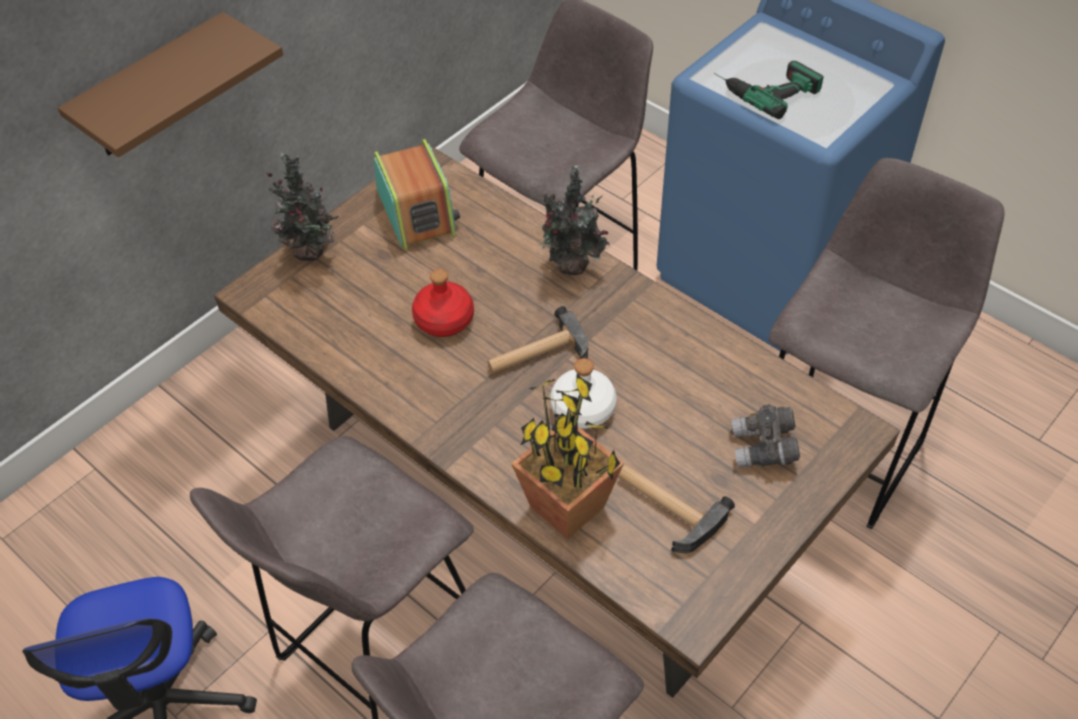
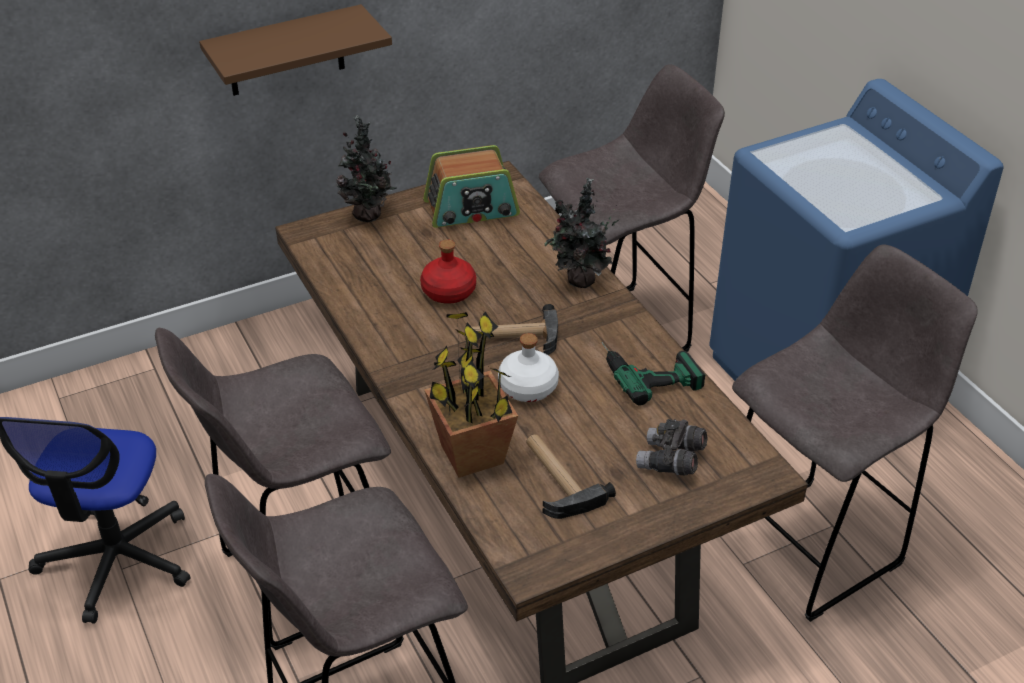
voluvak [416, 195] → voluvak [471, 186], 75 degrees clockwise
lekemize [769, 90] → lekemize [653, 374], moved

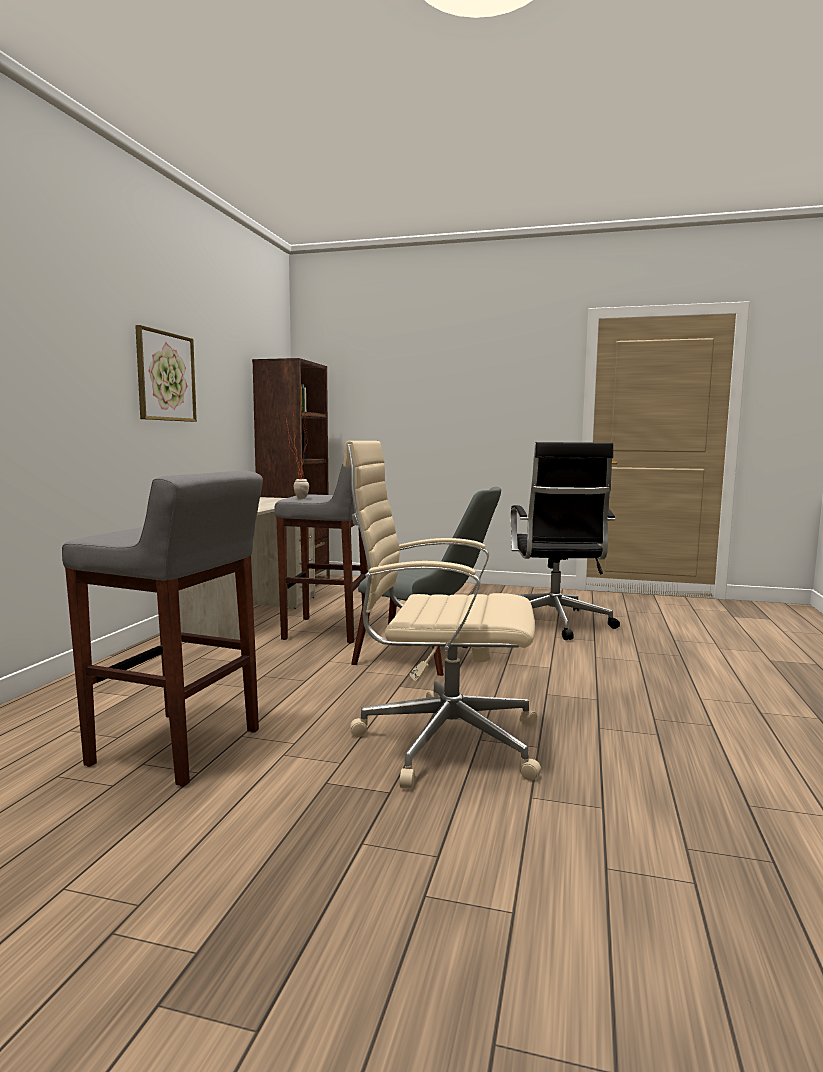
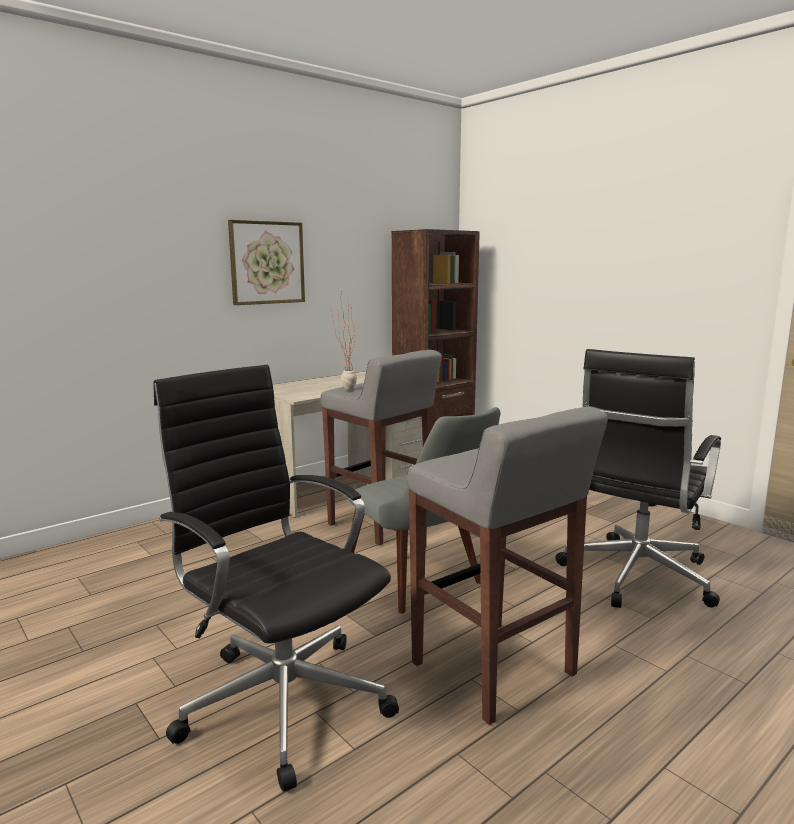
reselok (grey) [162, 628] → reselok (grey) [507, 566], moved
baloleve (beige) [442, 615] → baloleve (black) [276, 578]

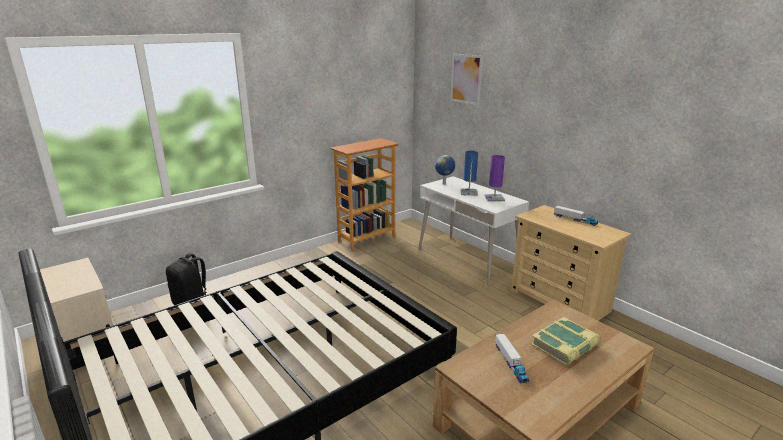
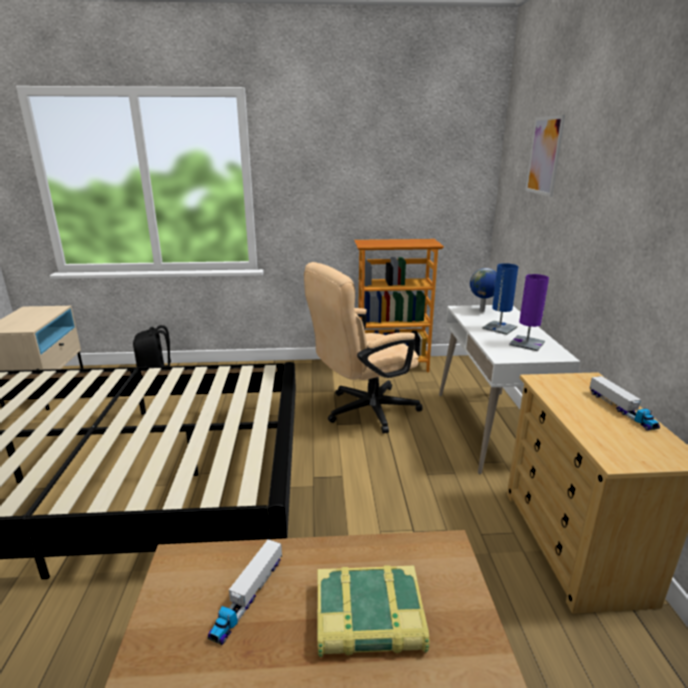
- → baloleve (beige) [363, 347]

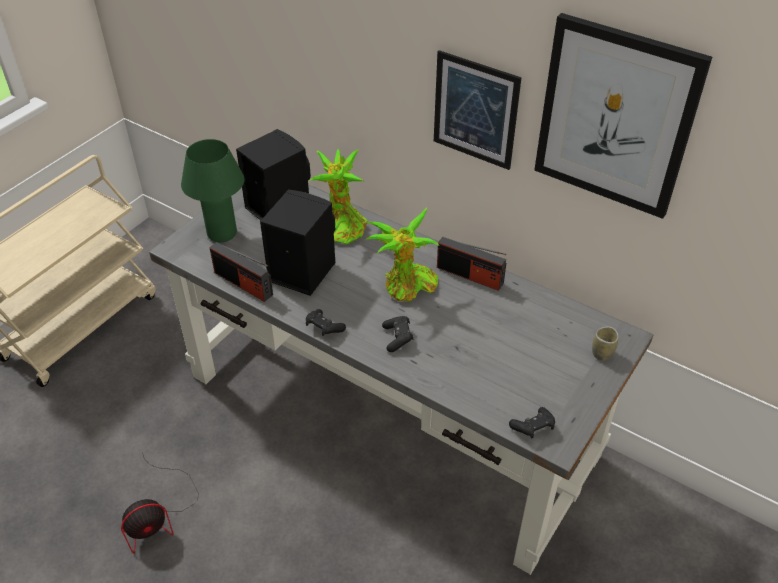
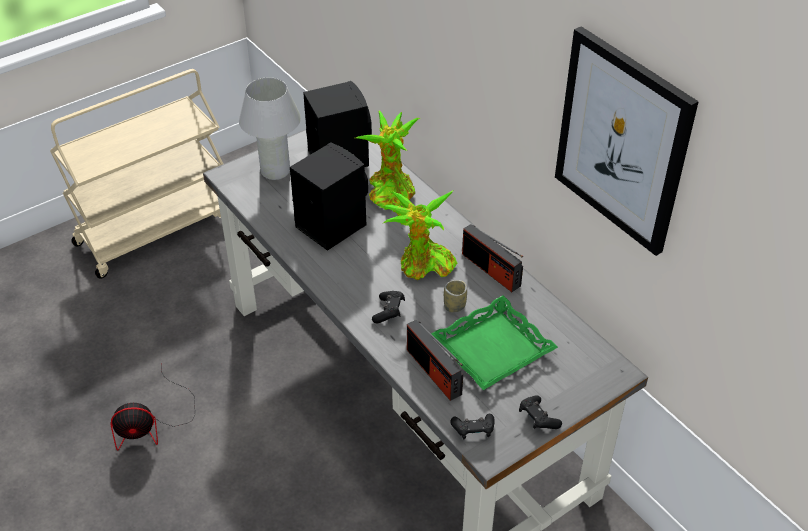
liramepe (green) [212, 190] → liramepe (white) [270, 128]
voluvak [241, 272] → voluvak [435, 360], moved
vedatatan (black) [326, 322] → vedatatan (black) [540, 412], moved
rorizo [478, 110] → -
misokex [605, 344] → misokex [455, 296], moved
- → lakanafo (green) [494, 342]

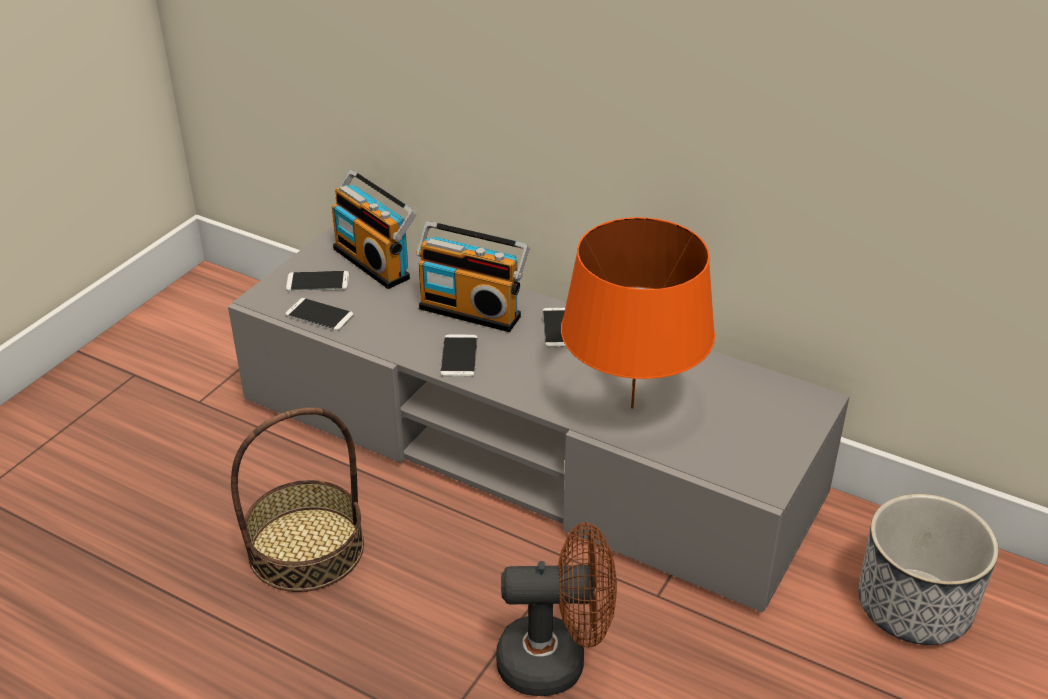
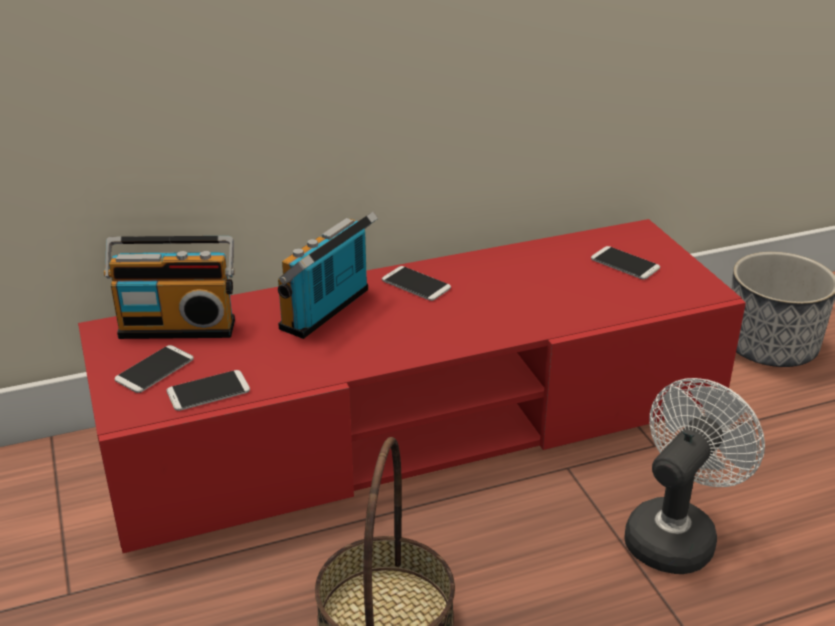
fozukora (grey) [539, 419] → fozukora (red) [412, 386]
voluvak [472, 276] → voluvak [328, 275], 150 degrees clockwise
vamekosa [459, 355] → vamekosa [625, 262], moved
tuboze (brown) [556, 609] → tuboze (white) [694, 476]
liramepe (orange) [638, 313] → -

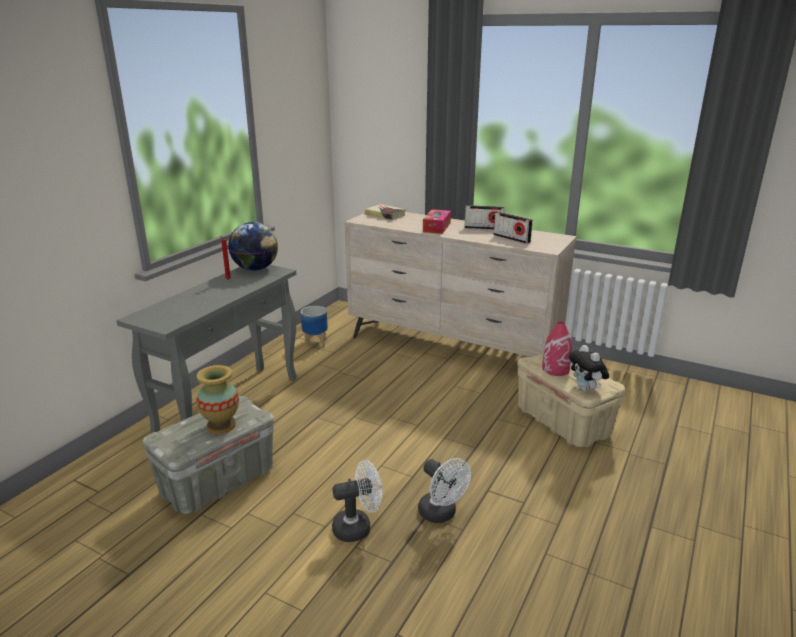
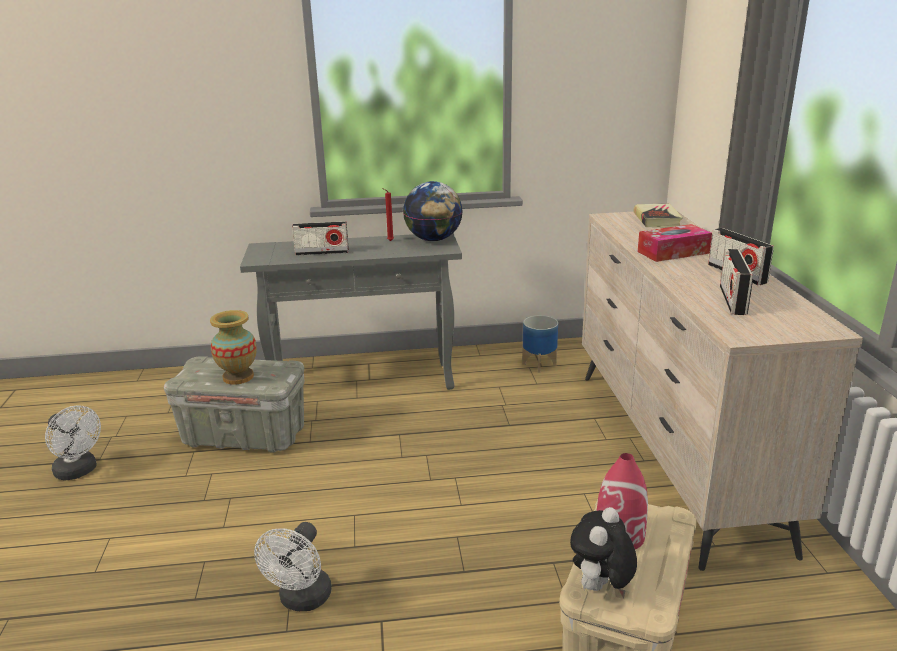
tuboze (white) [357, 501] → tuboze (white) [73, 443], moved
- → voluvak [320, 238]

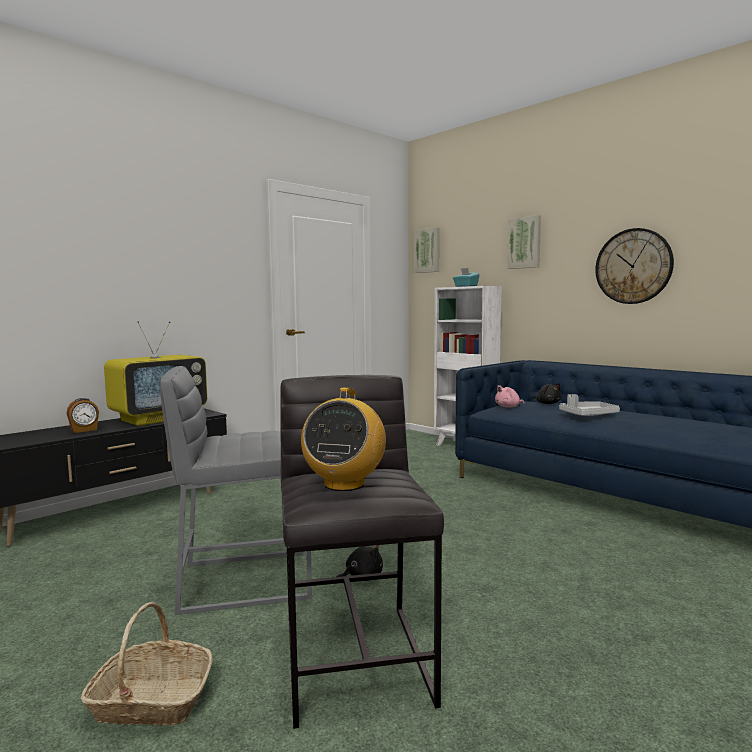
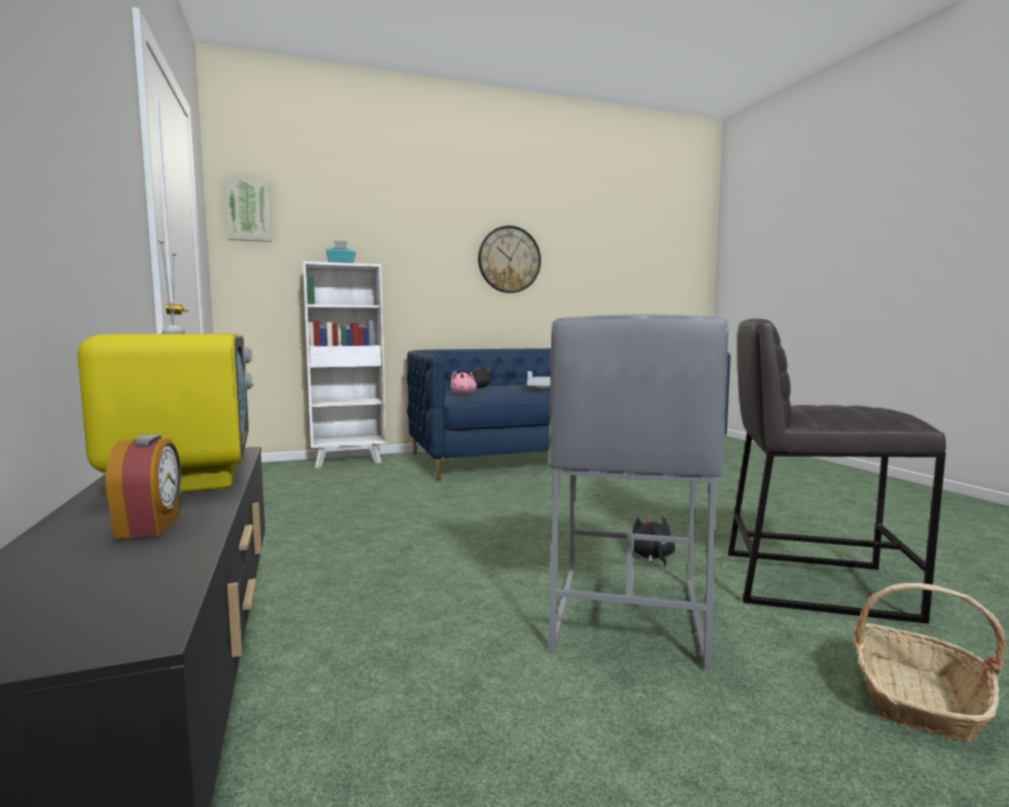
voluvak [343, 439] → -
rorizo [524, 242] → -

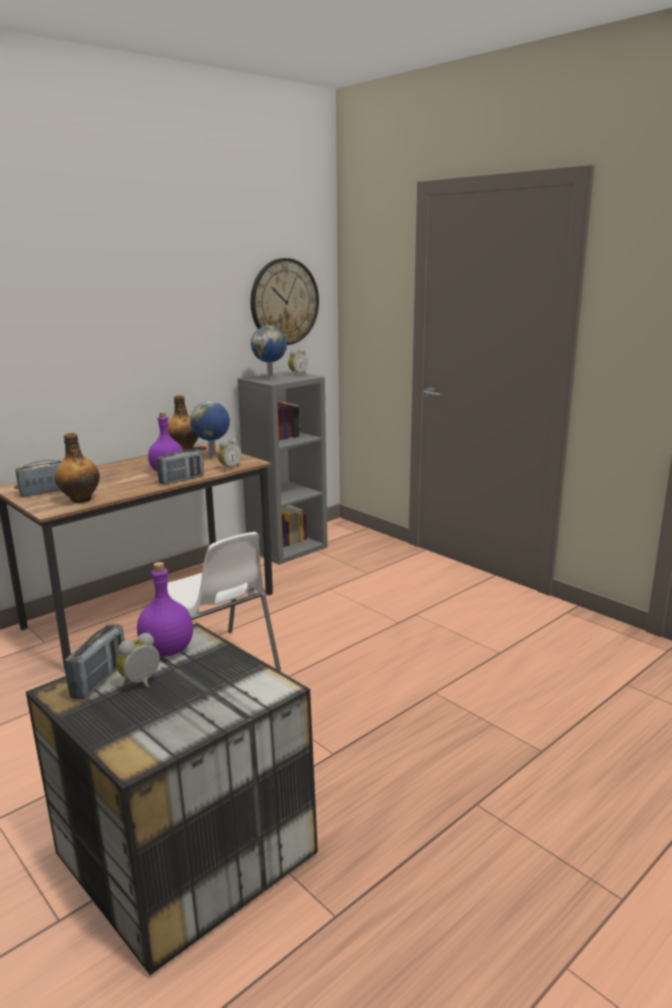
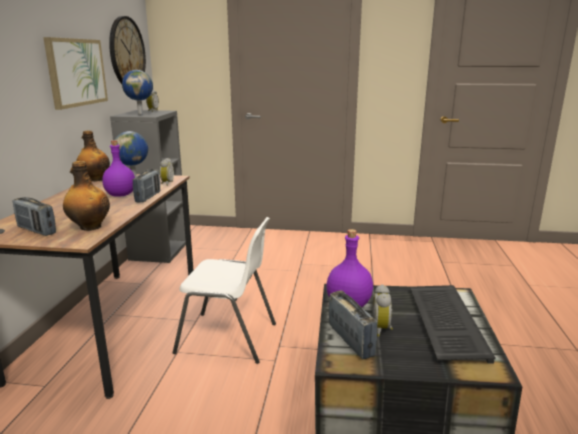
voluvak [39, 478] → voluvak [34, 216], 75 degrees counterclockwise
- → rorizo [75, 73]
- → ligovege [453, 324]

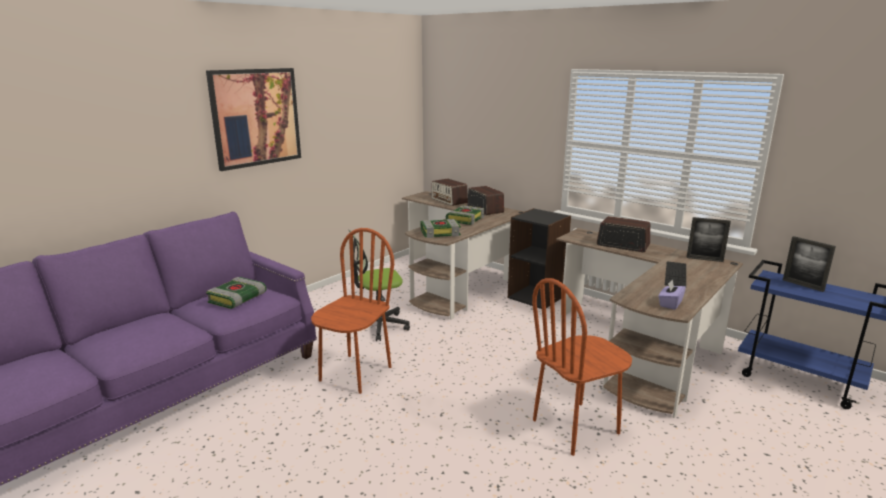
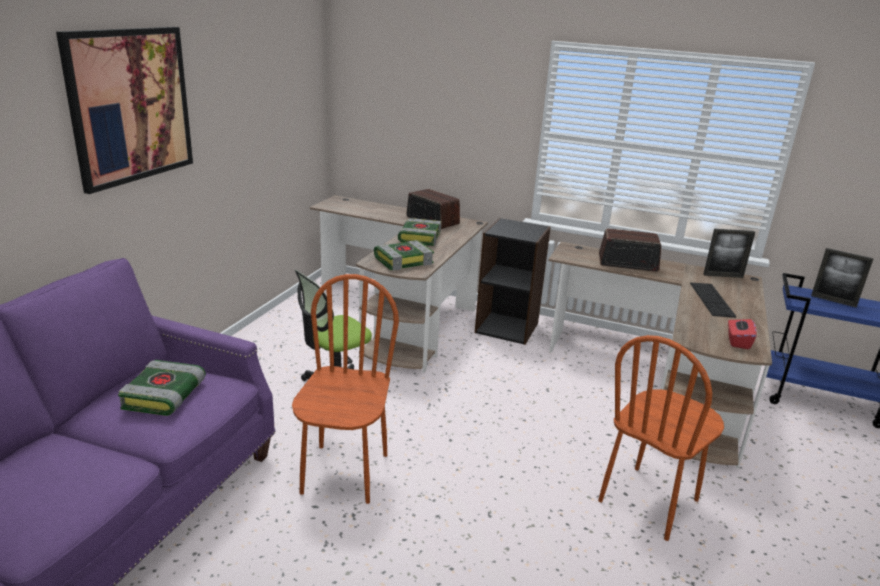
voluvak [449, 192] → -
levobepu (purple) [672, 294] → levobepu (red) [742, 334]

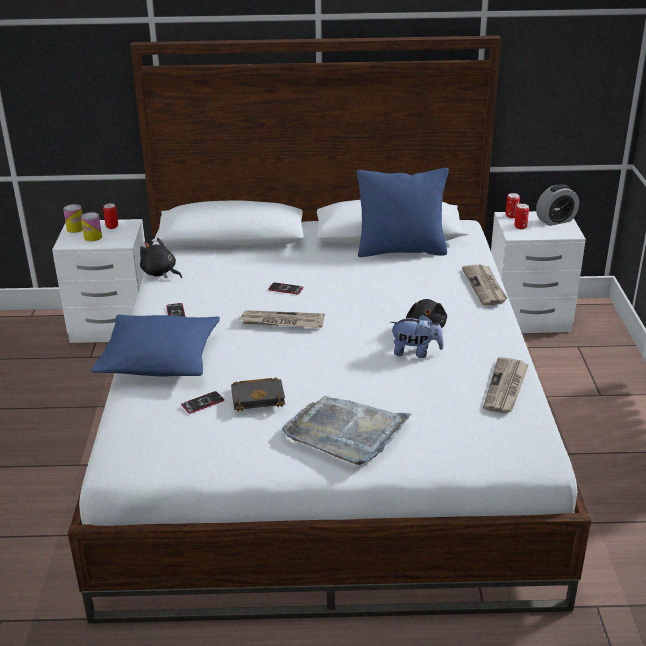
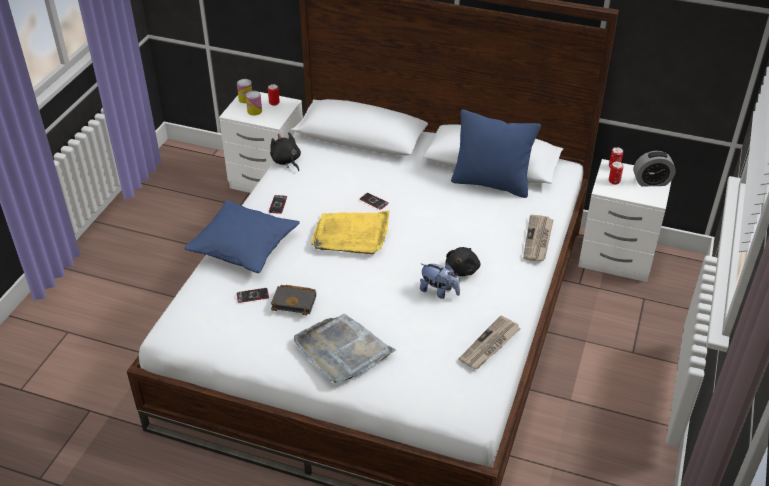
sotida [282, 319] → lakanafo (yellow) [350, 232]

